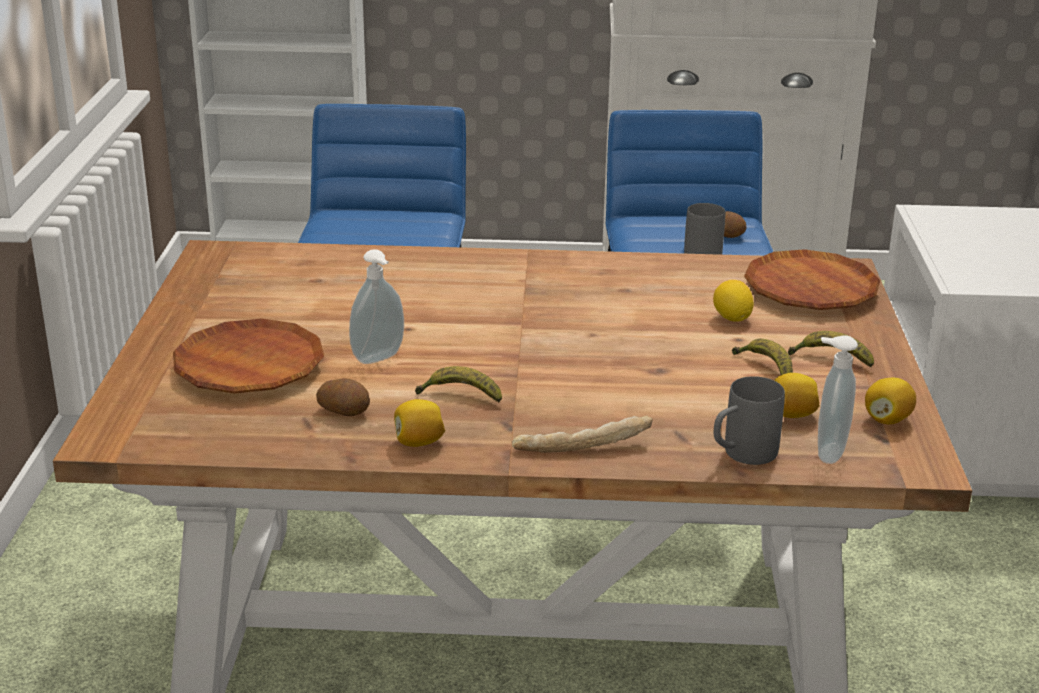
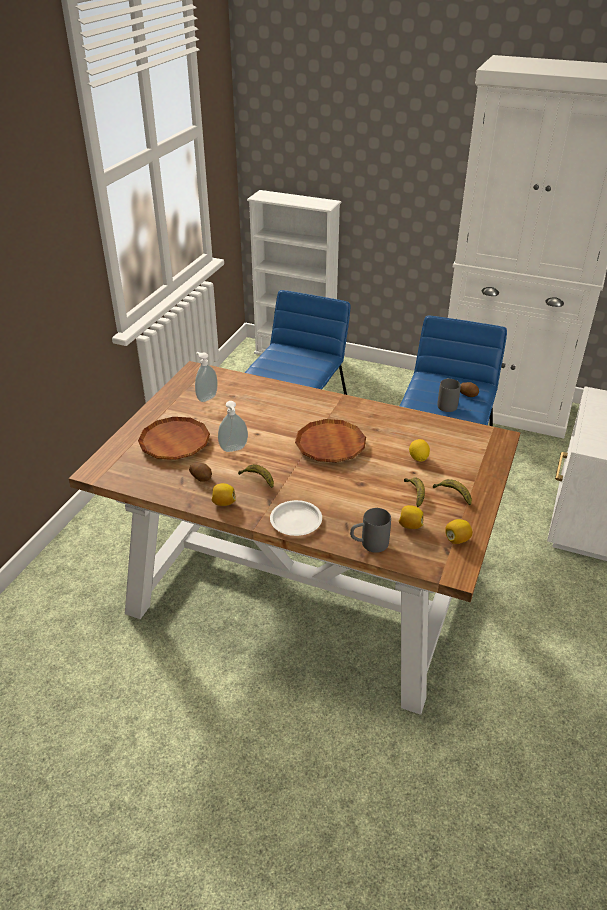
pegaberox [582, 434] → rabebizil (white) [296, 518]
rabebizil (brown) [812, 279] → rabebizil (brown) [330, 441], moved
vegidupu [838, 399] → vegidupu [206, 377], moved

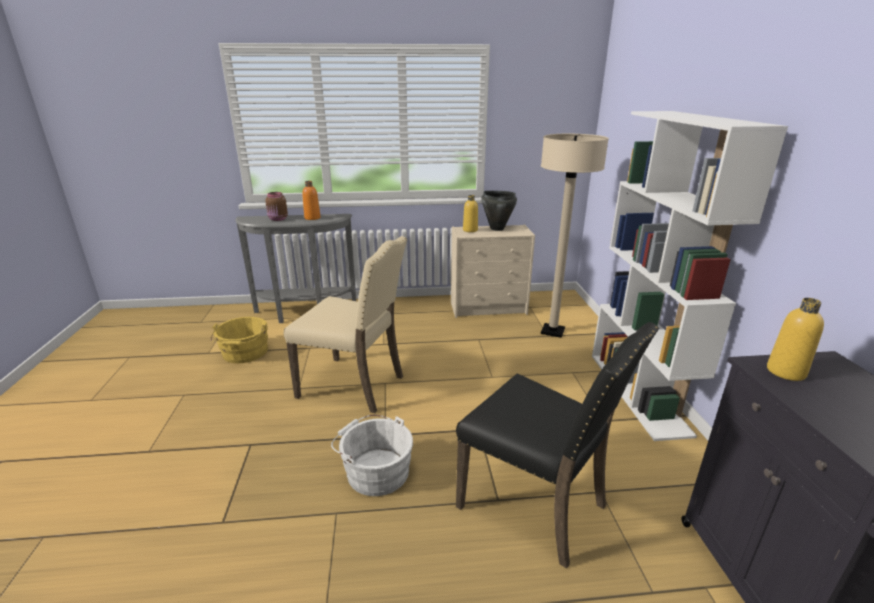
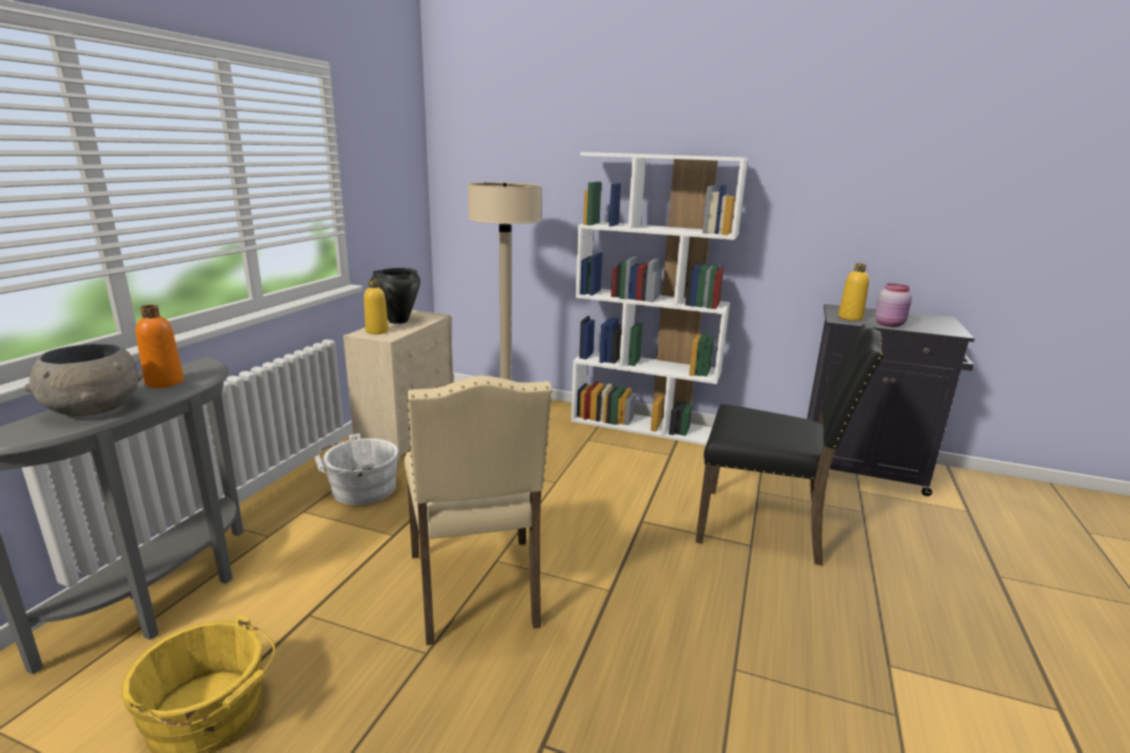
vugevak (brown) [276, 206] → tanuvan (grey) [84, 379]
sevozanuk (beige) [345, 324] → sevozanuk (beige) [478, 510], 120 degrees clockwise
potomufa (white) [372, 455] → potomufa (white) [356, 469], moved
sevozanuk (black) [557, 445] → sevozanuk (black) [790, 445], 45 degrees clockwise
- → vugevak (pink) [893, 305]

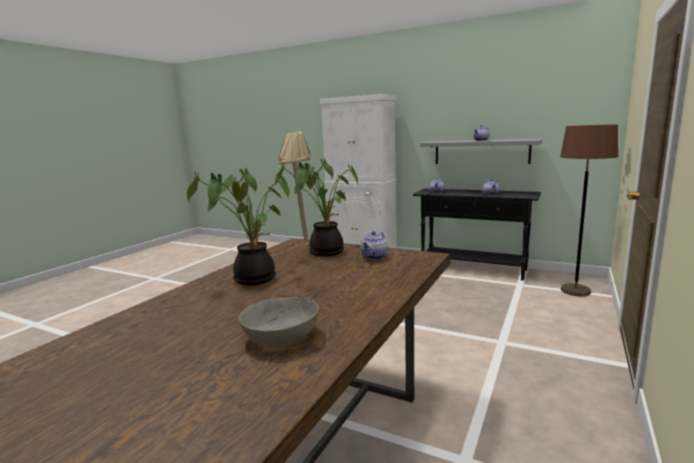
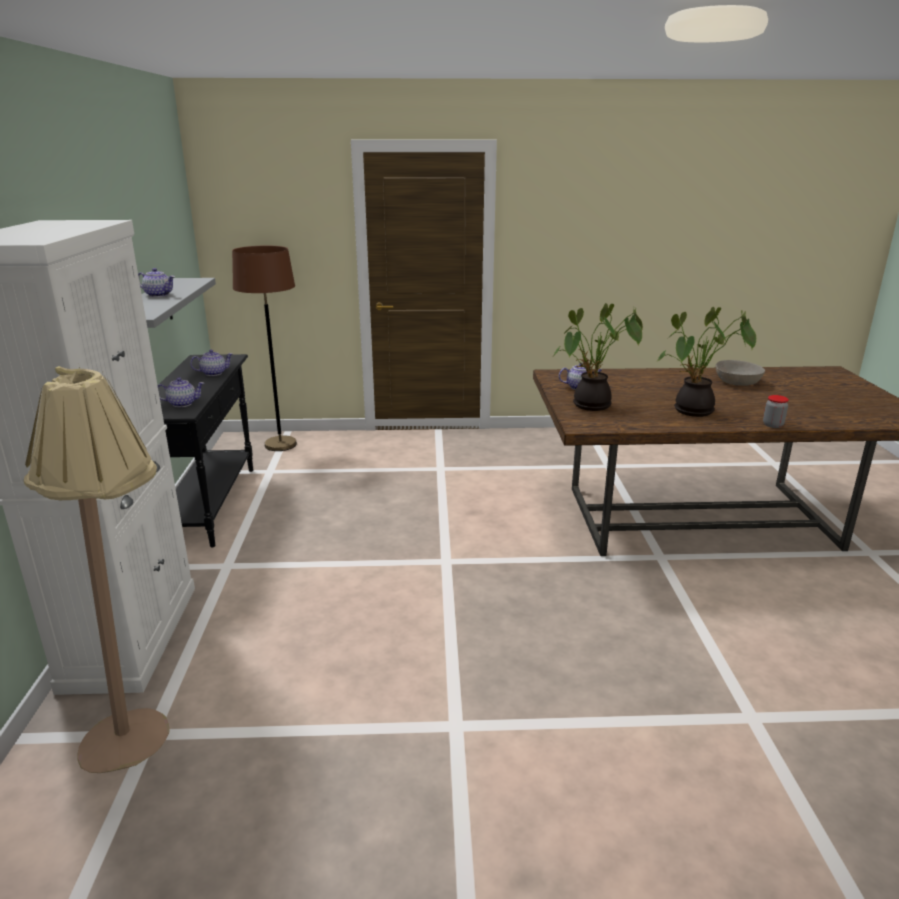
- → vugevak [776, 411]

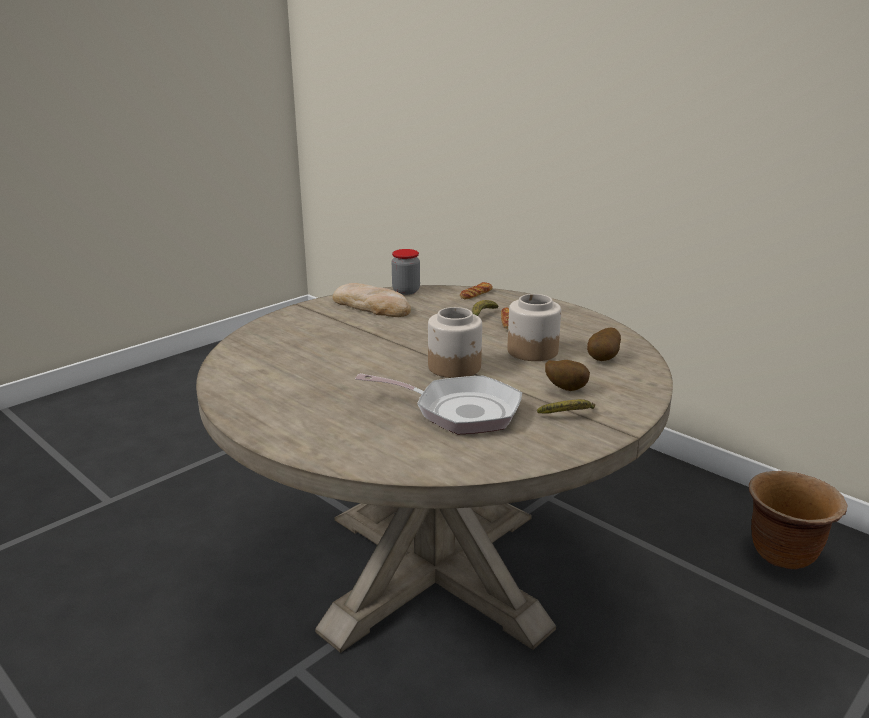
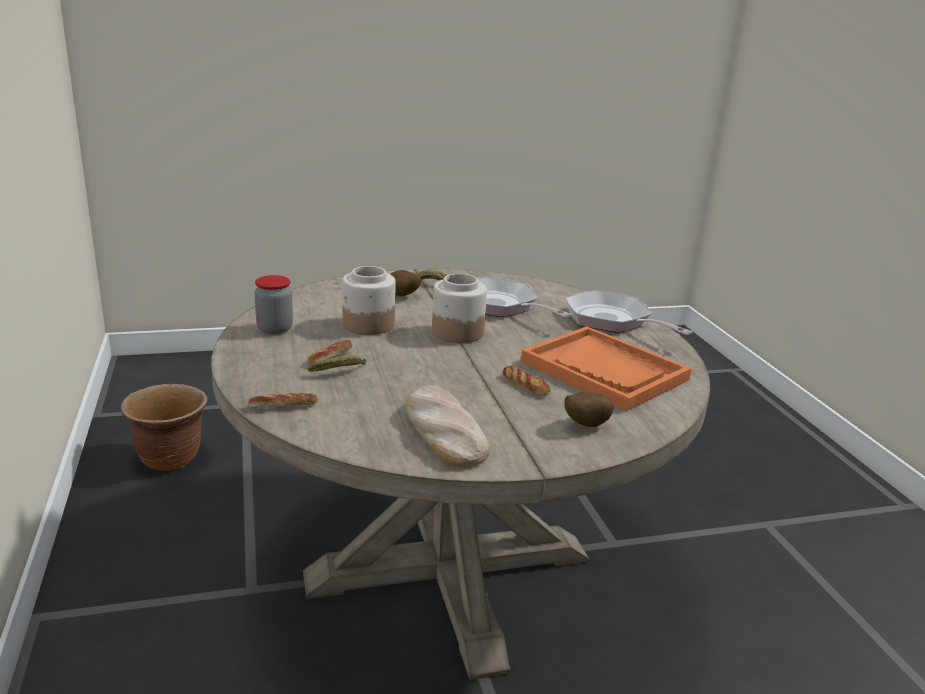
vugevak [406, 272] → vugevak [273, 304], moved
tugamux [604, 344] → tugamux [589, 409], moved
- → pegaberox [527, 381]
- → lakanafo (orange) [606, 368]
- → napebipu [628, 312]

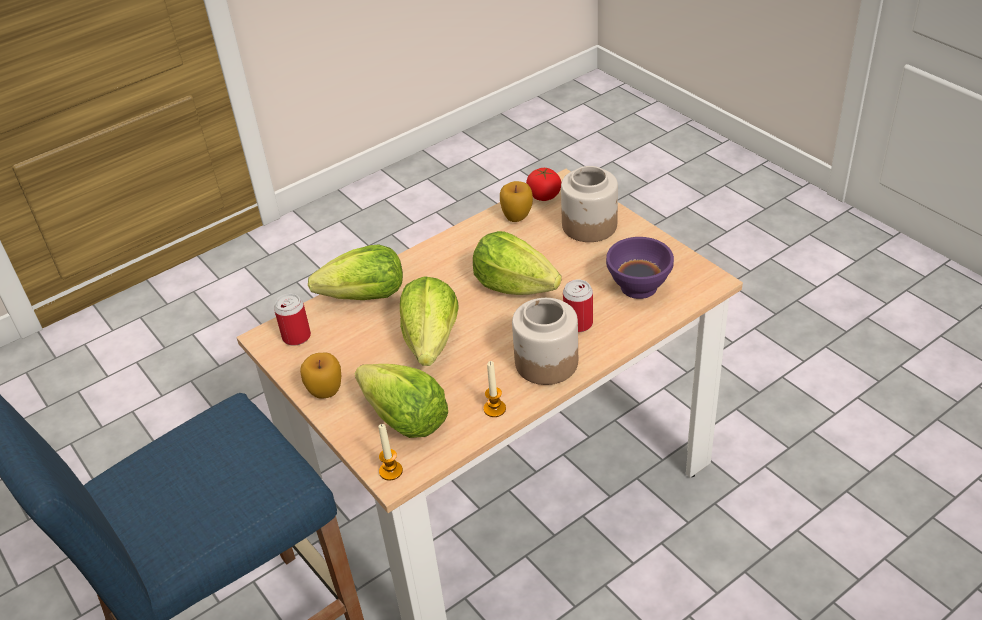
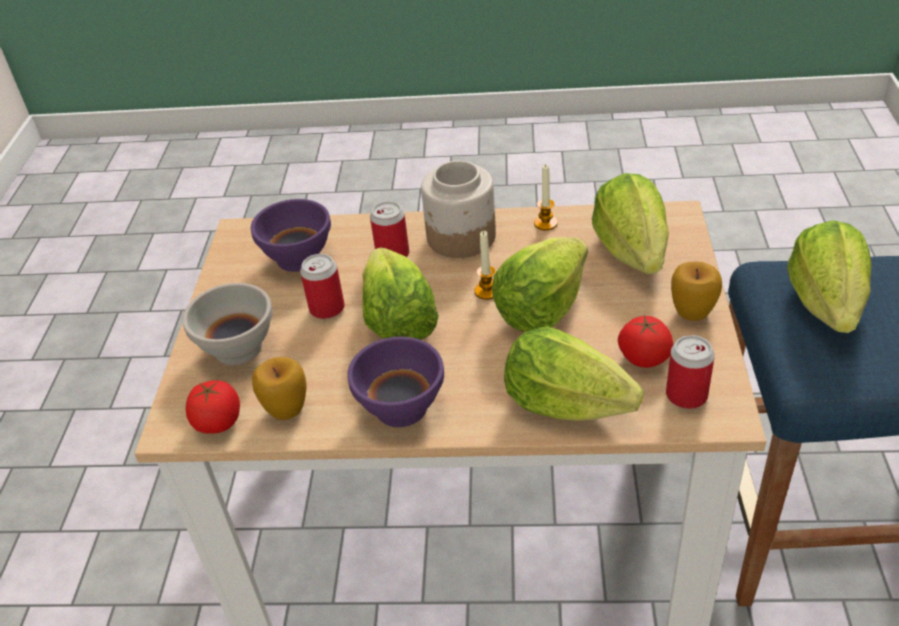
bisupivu [390, 452] → bisupivu [485, 265], moved
vugevak [589, 204] → tanuvan (white) [227, 324]
- → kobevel [322, 286]
- → tanuvan (purple) [395, 382]
- → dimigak [646, 341]
- → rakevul [829, 276]

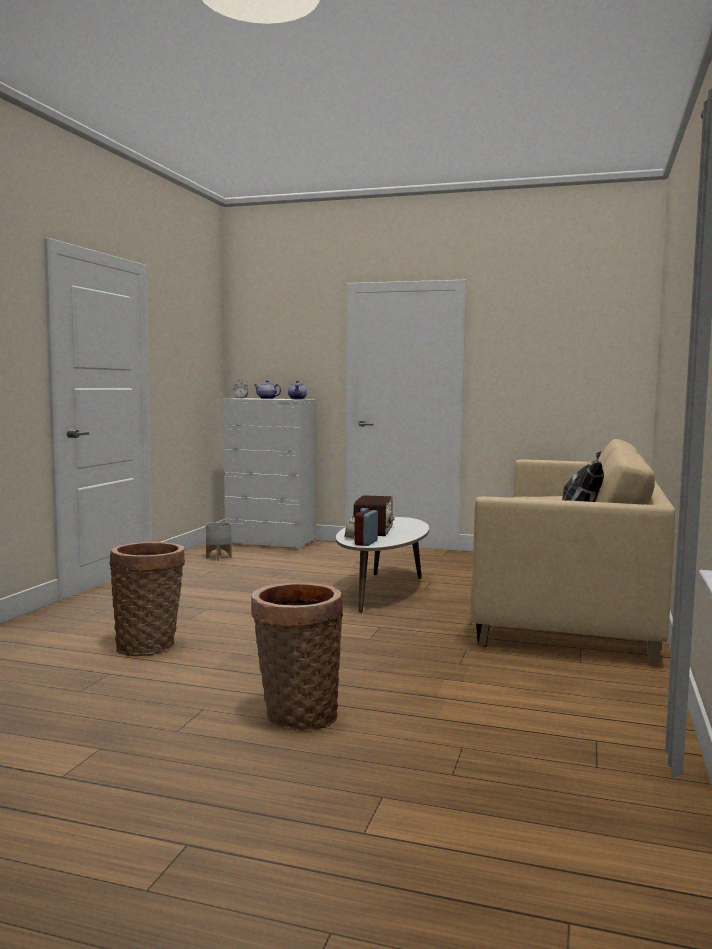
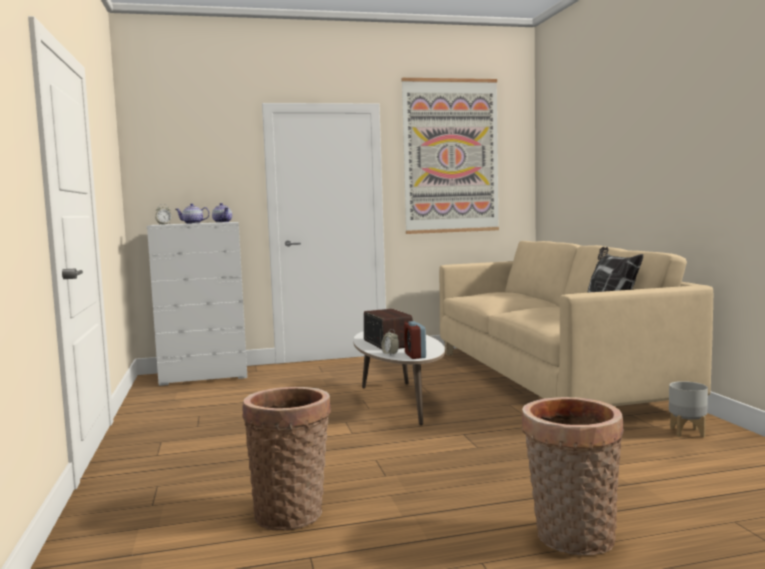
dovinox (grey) [219, 541] → dovinox (grey) [688, 409], moved
- → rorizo [450, 156]

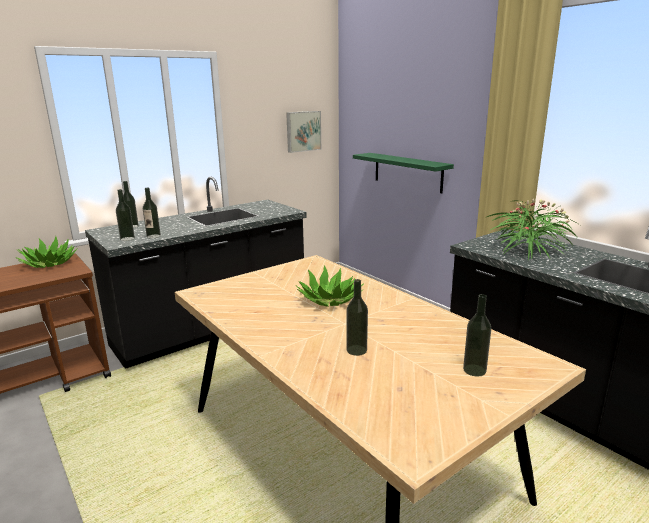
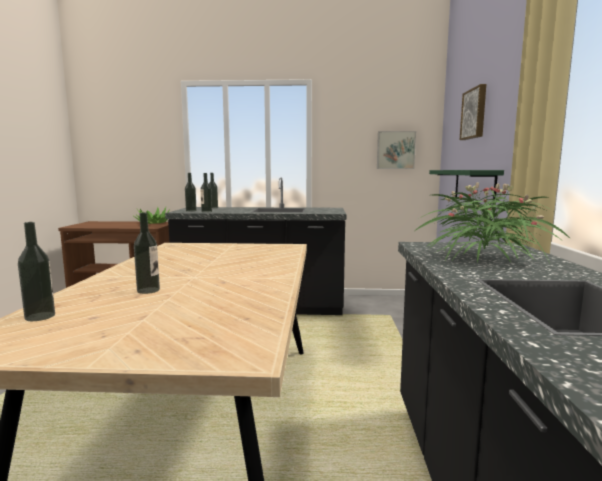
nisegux [329, 286] → -
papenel [477, 335] → papenel [36, 271], moved
- → rorizo [473, 112]

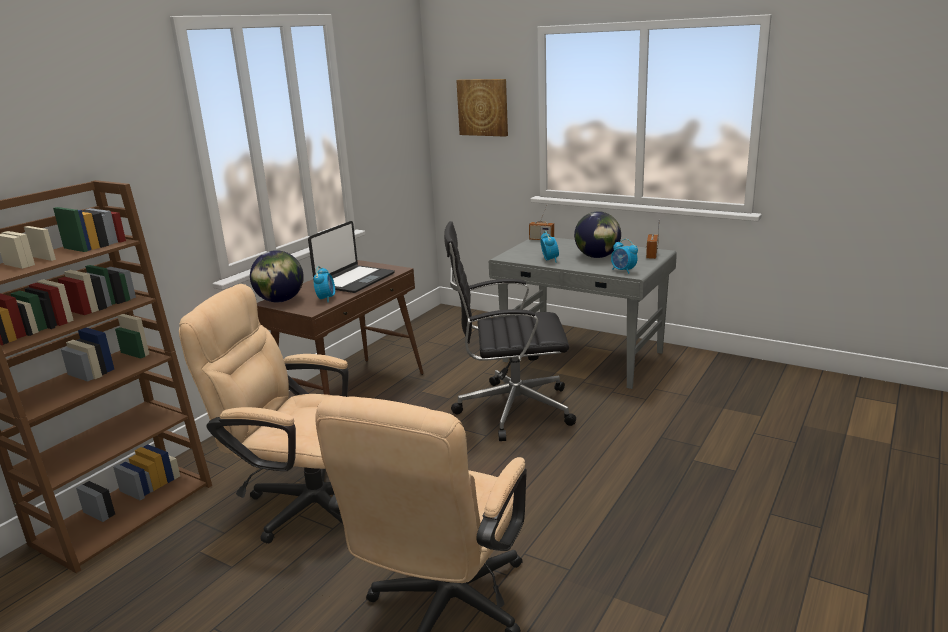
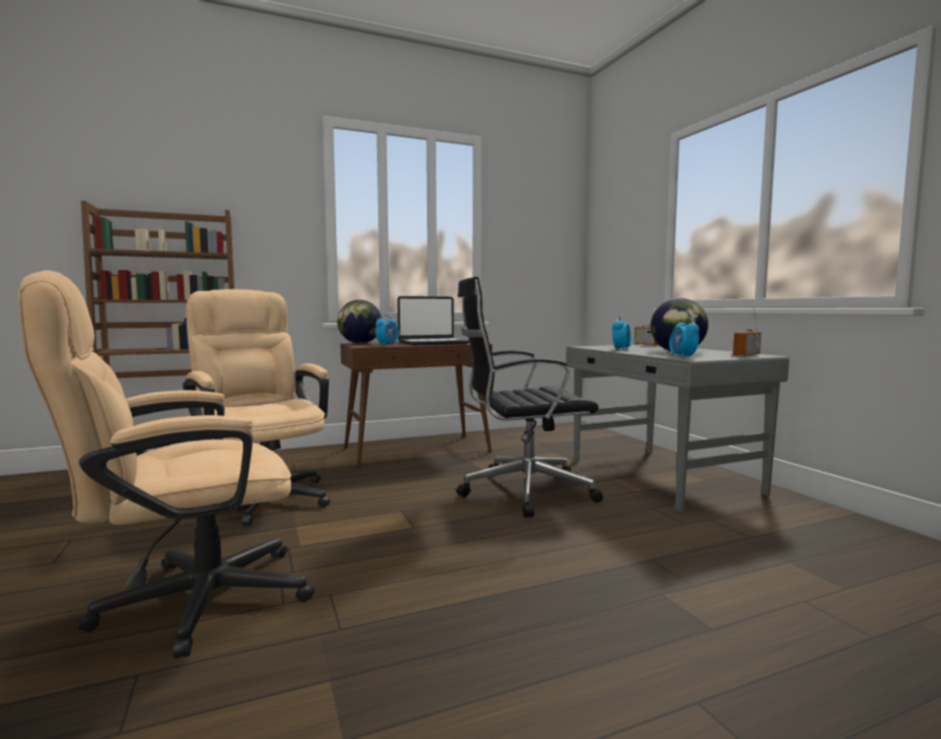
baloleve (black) [510, 331] → baloleve (black) [530, 397], 45 degrees counterclockwise
rorizo [482, 108] → -

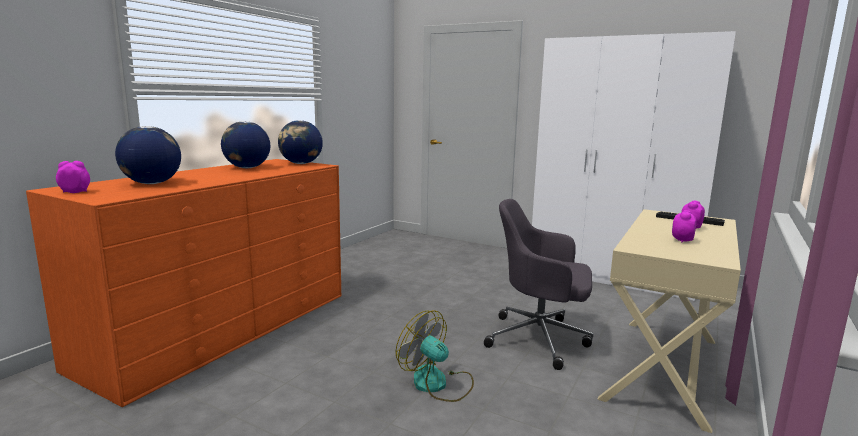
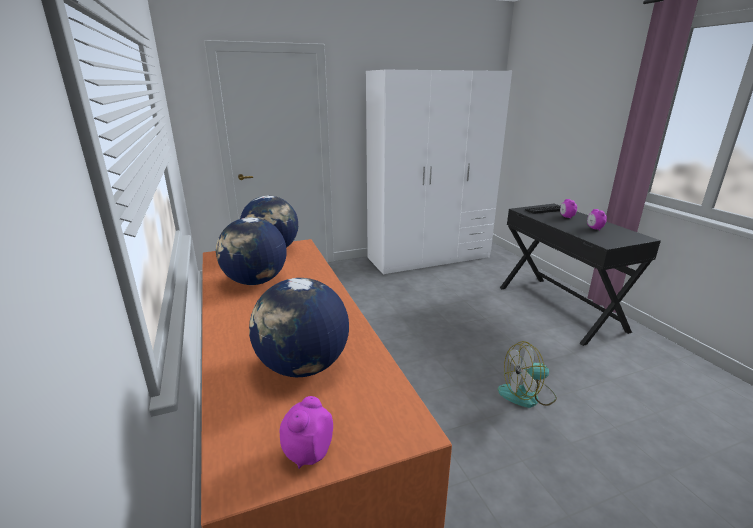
baloleve (grey) [538, 284] → -
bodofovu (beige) [669, 321] → bodofovu (black) [580, 275]

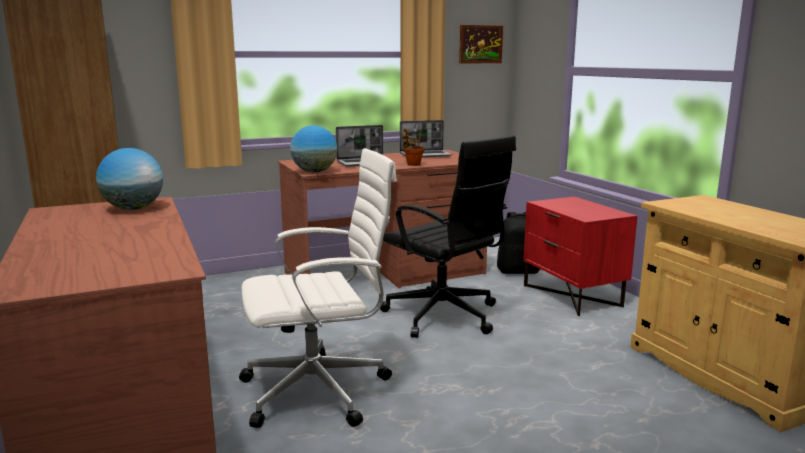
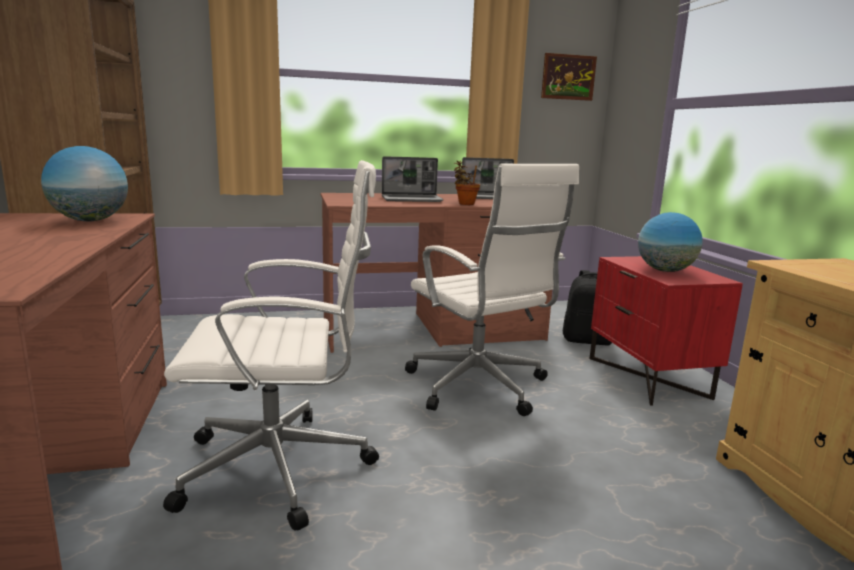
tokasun [313, 148] → tokasun [670, 242], moved
baloleve (black) [448, 236] → baloleve (white) [492, 290]

